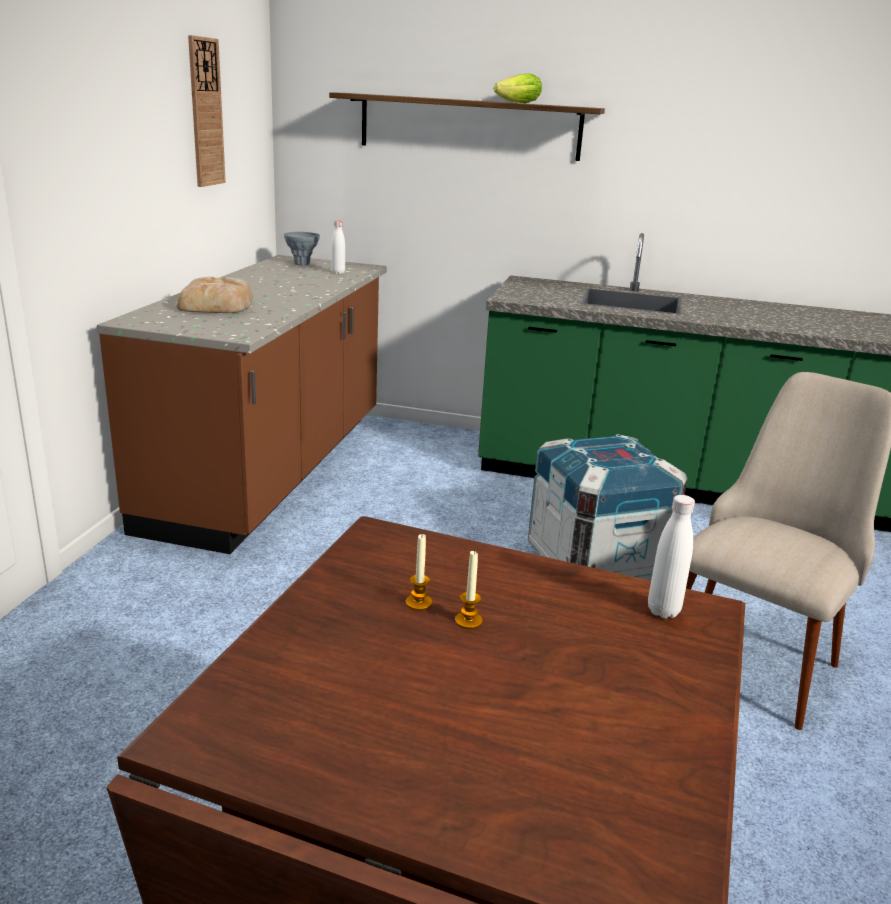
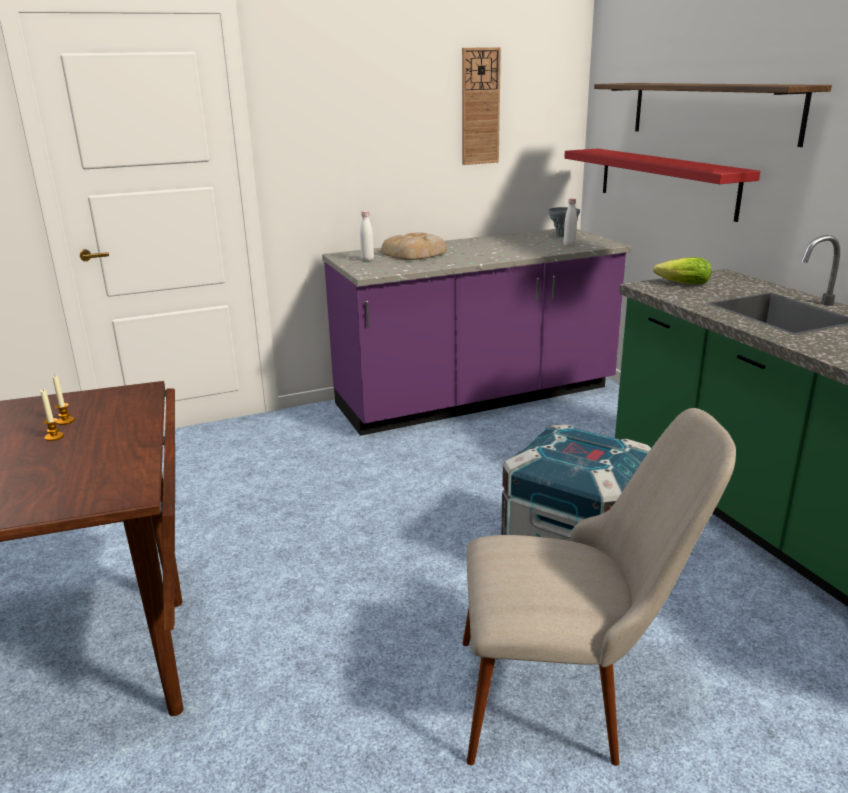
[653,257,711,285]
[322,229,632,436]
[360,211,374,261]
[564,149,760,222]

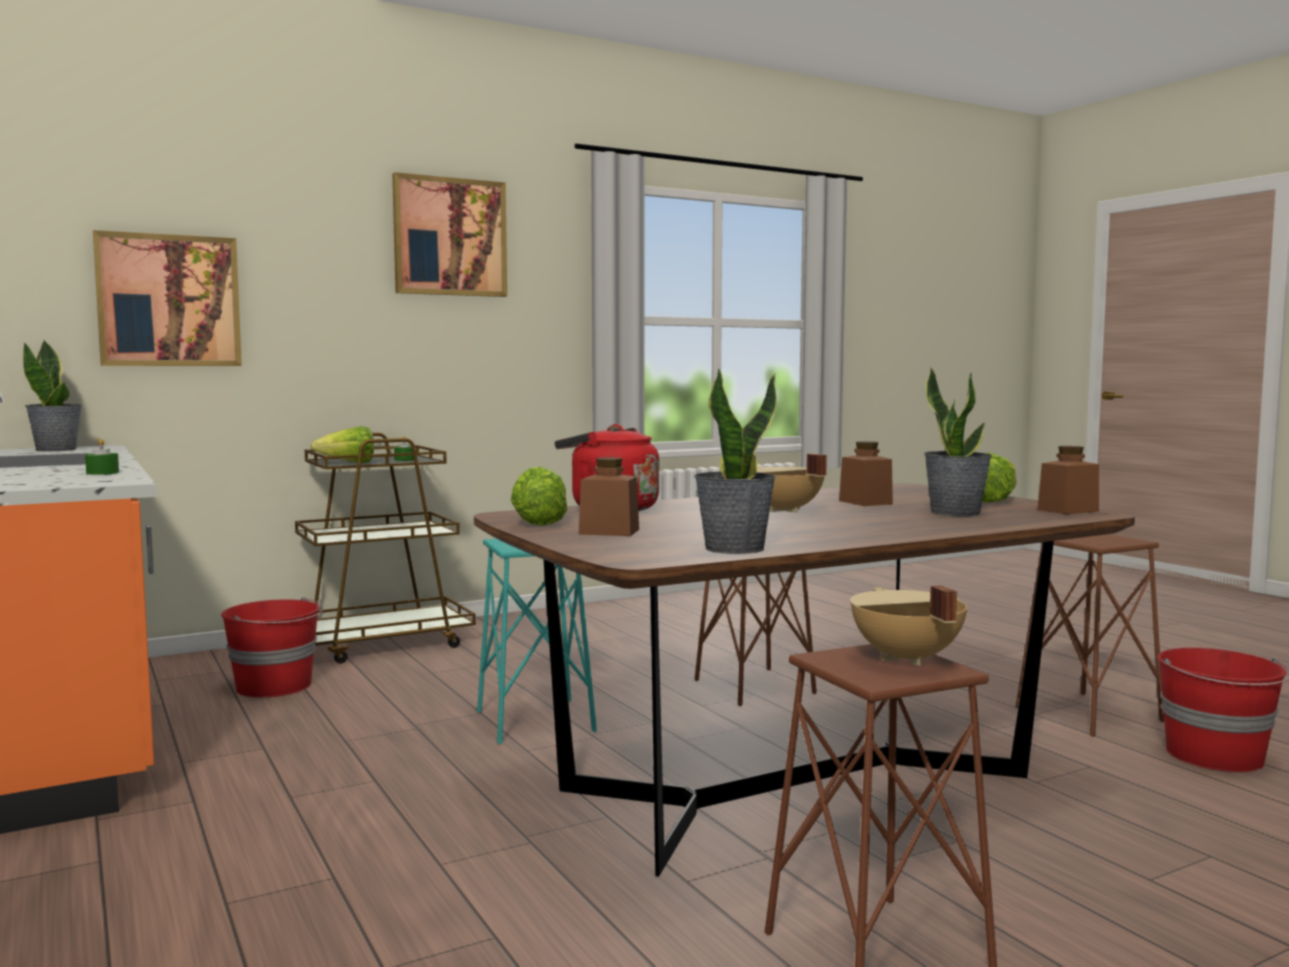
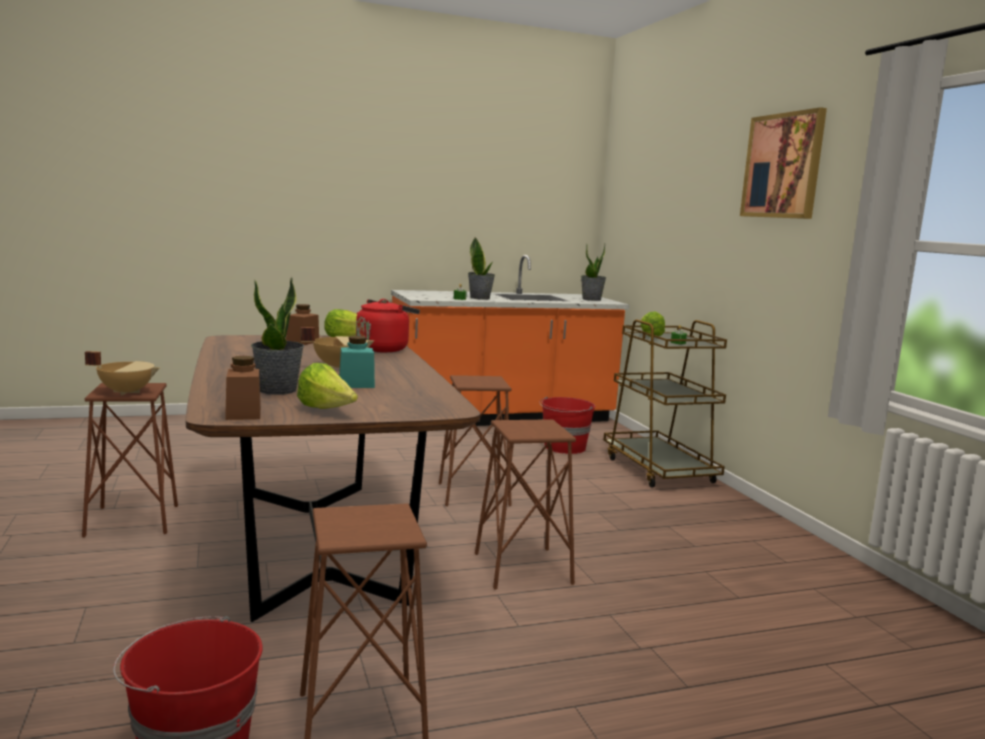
[93,230,242,366] (first image)
[468,237,495,300]
[339,336,375,388]
[439,375,512,506]

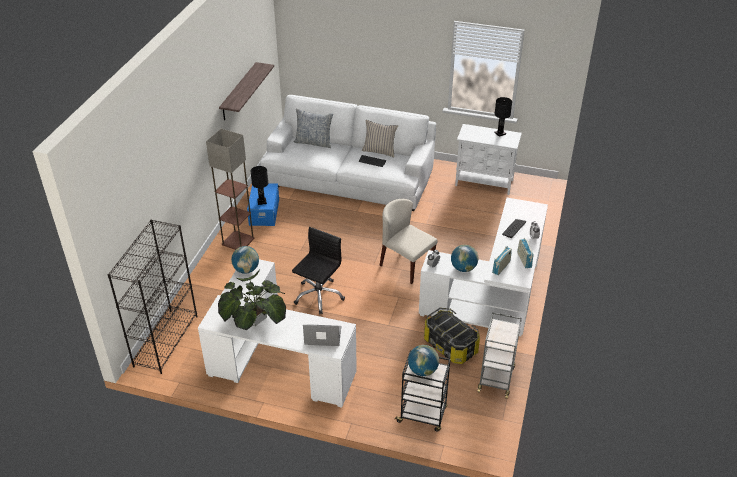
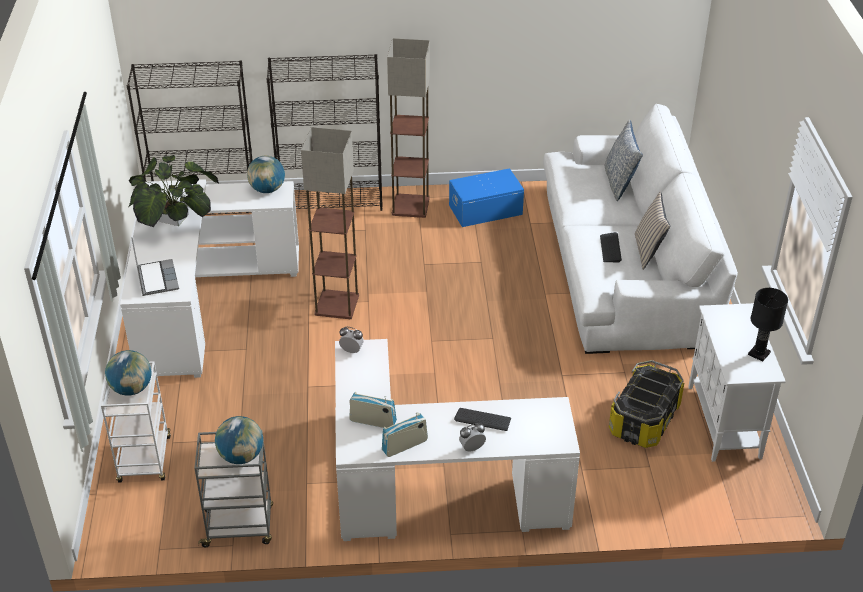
[219,62,274,120] (first image)
[250,166,268,205] (first image)
[379,199,437,284] (first image)
[301,127,359,319]
[215,416,263,464]
[609,360,684,448]
[101,361,171,483]
[266,54,383,211]

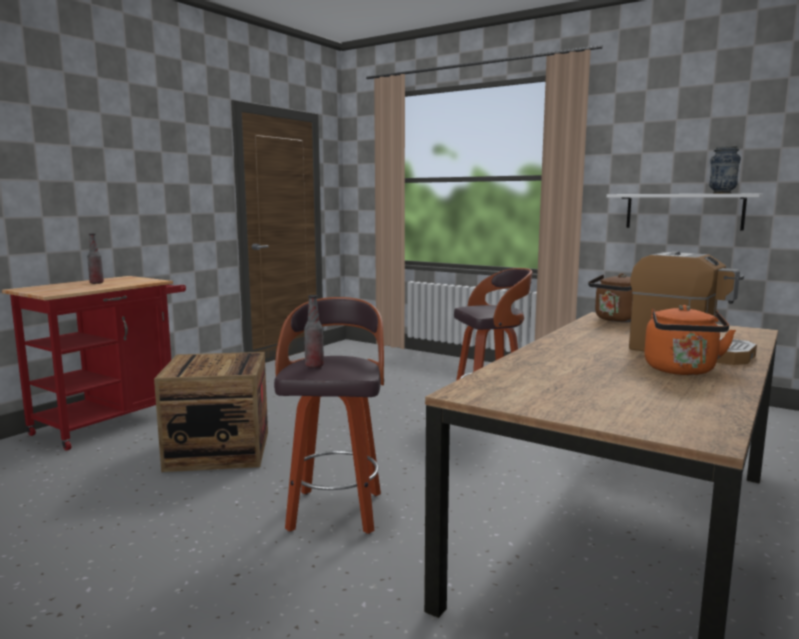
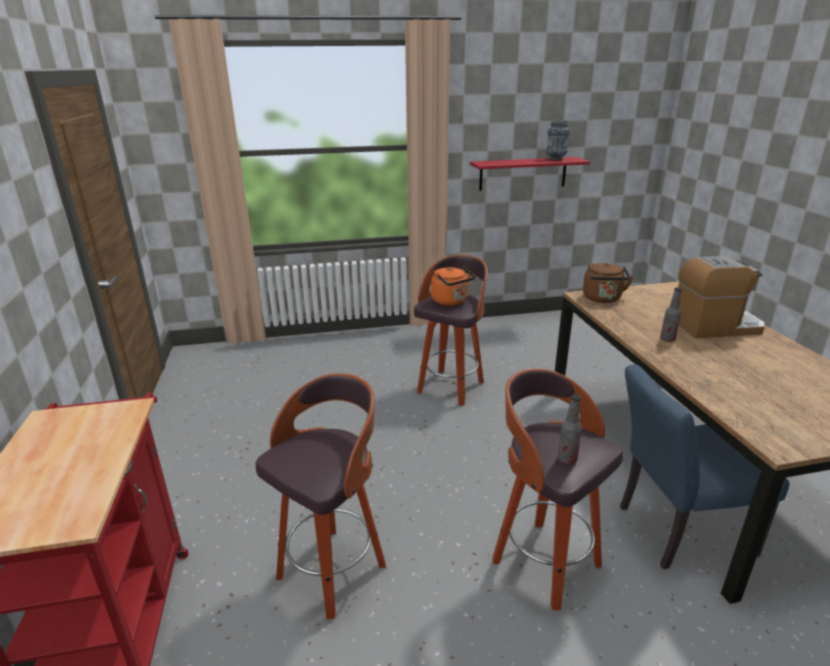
[470,157,590,191]
[660,287,682,342]
[431,266,475,306]
[256,373,386,619]
[620,364,790,569]

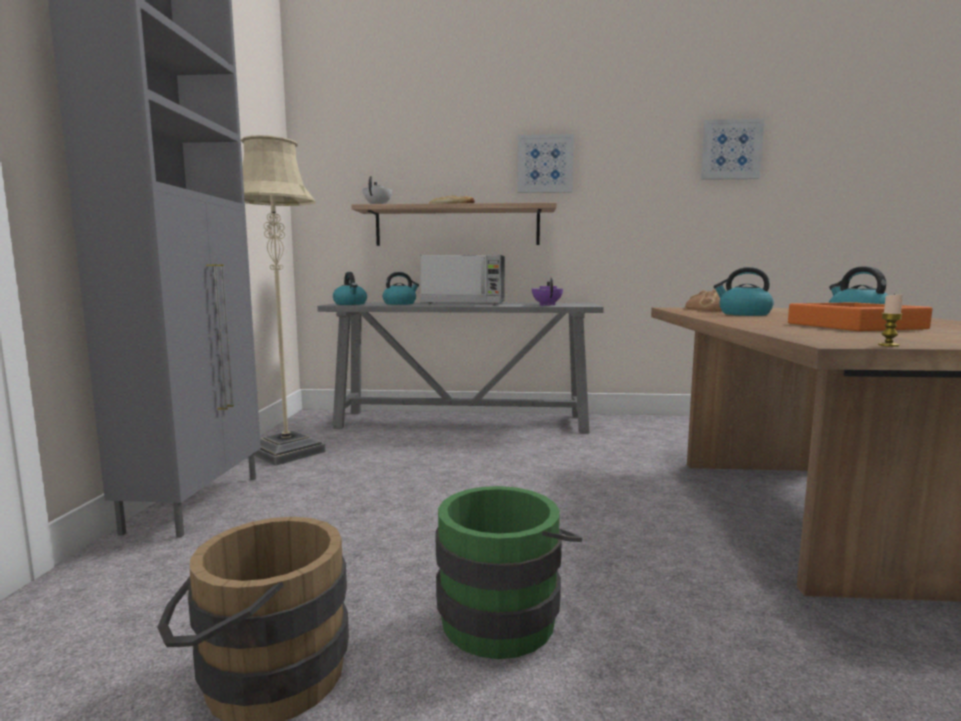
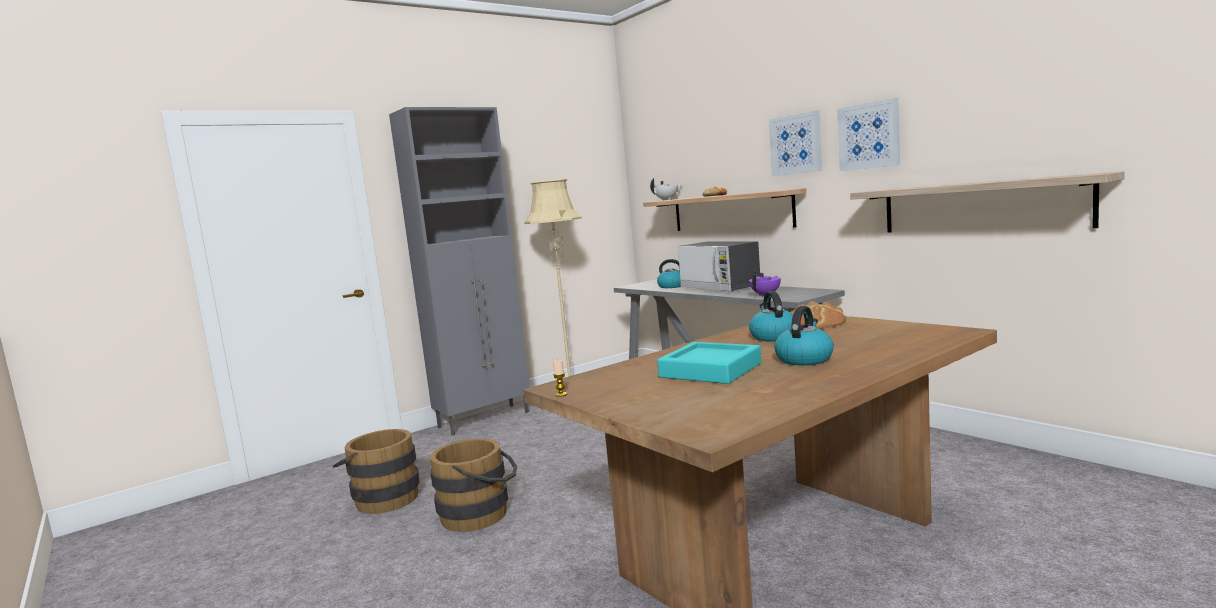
[837,98,900,171]
[333,272,367,305] (first image)
[657,342,761,384]
[430,438,517,532]
[850,171,1125,232]

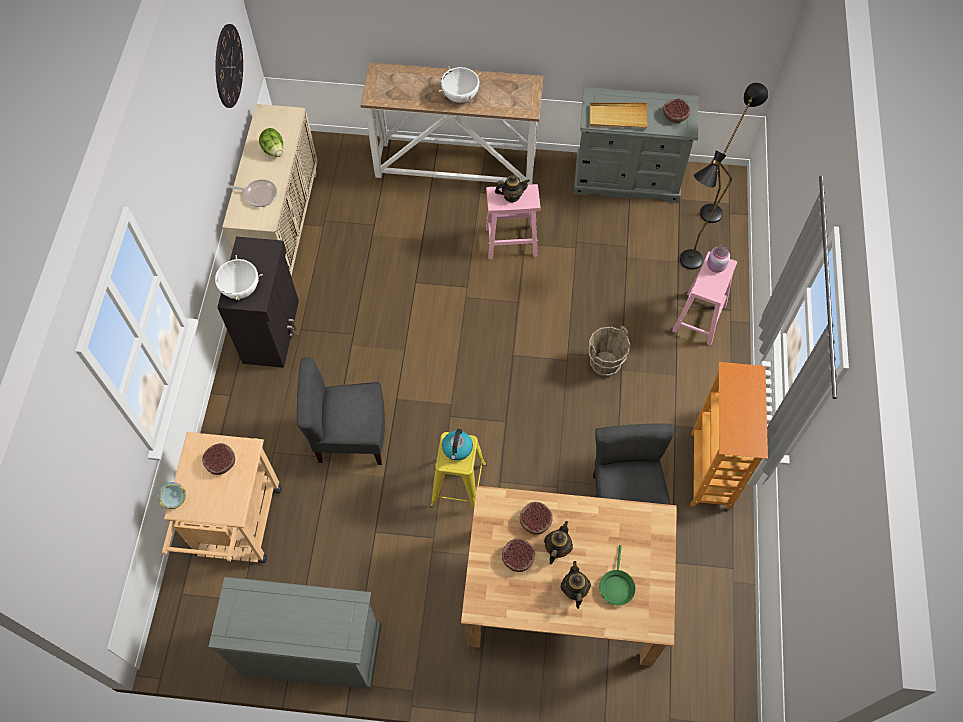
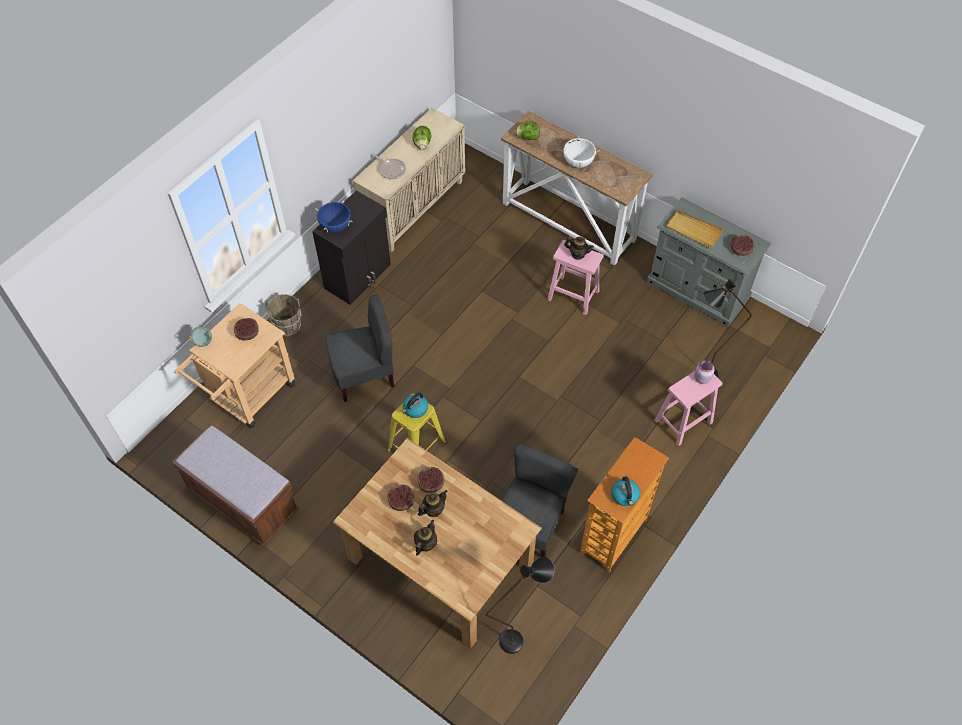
[215,24,243,108] (first image)
[486,557,554,654]
[315,200,352,233]
[265,294,301,337]
[326,295,394,402]
[599,545,635,605] (first image)
[172,425,299,546]
[515,121,540,140]
[611,476,640,506]

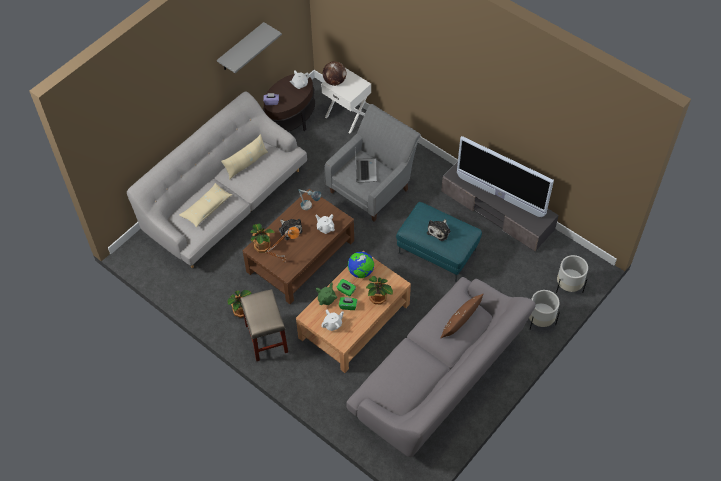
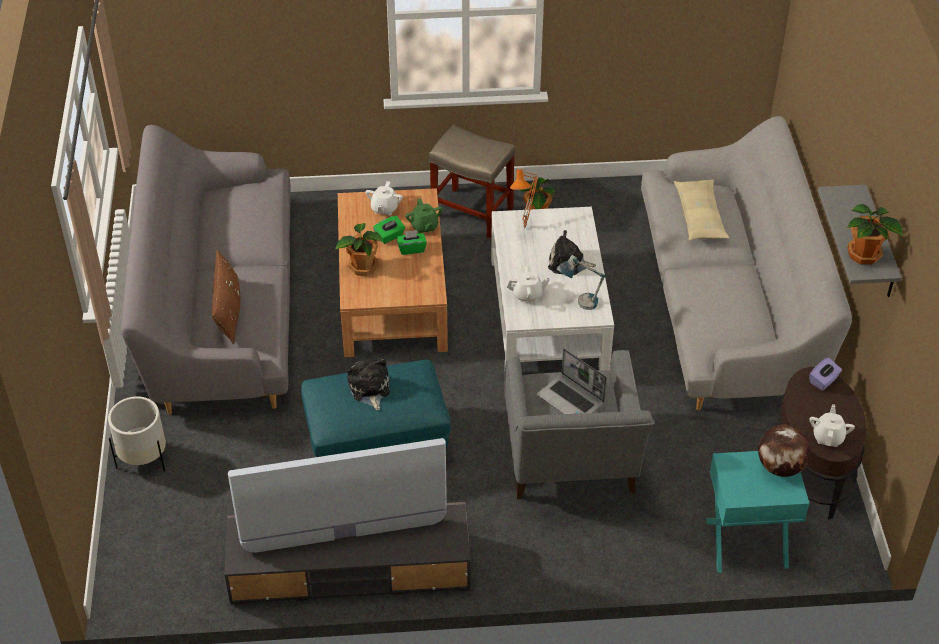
[706,451,809,573]
[221,134,268,180] (first image)
[491,207,614,371]
[847,204,903,265]
[347,252,374,278] (first image)
[556,255,588,293] (first image)

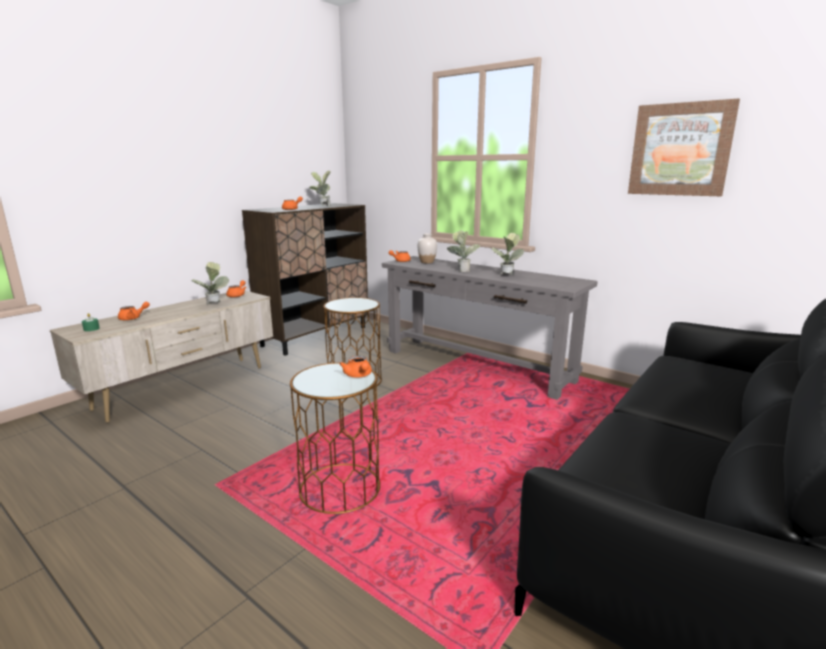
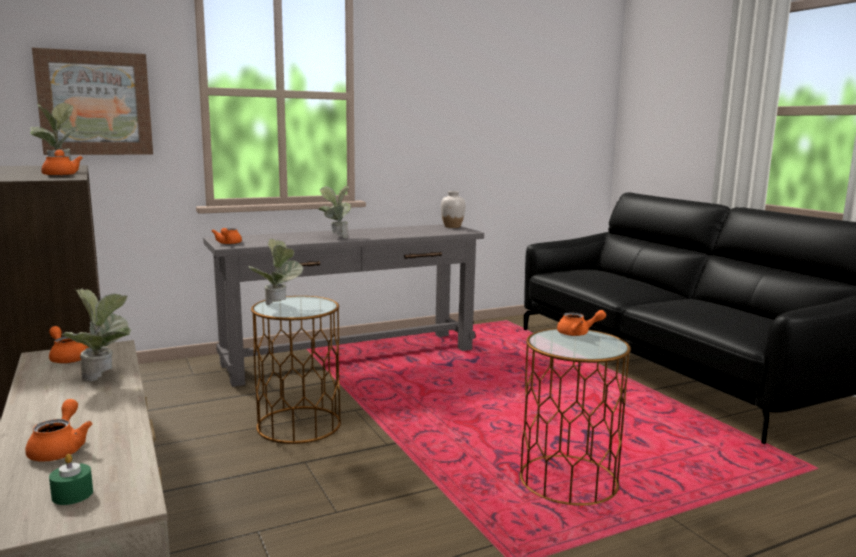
[32,48,153,155]
[441,191,465,228]
[248,239,303,306]

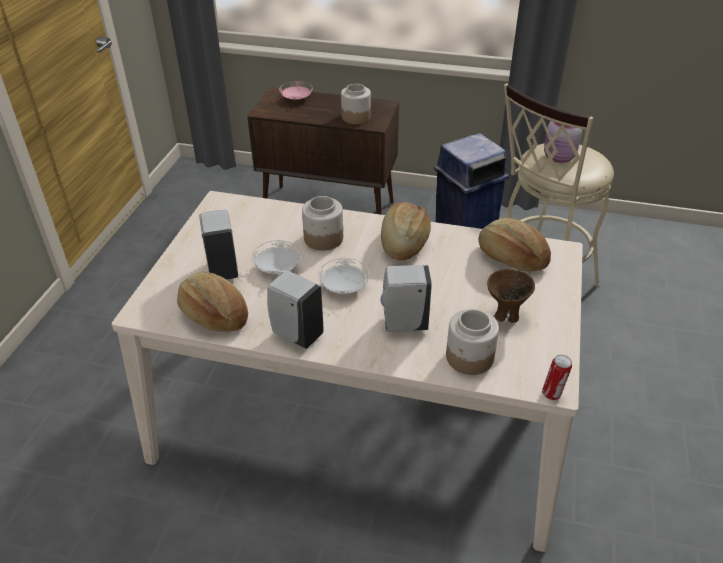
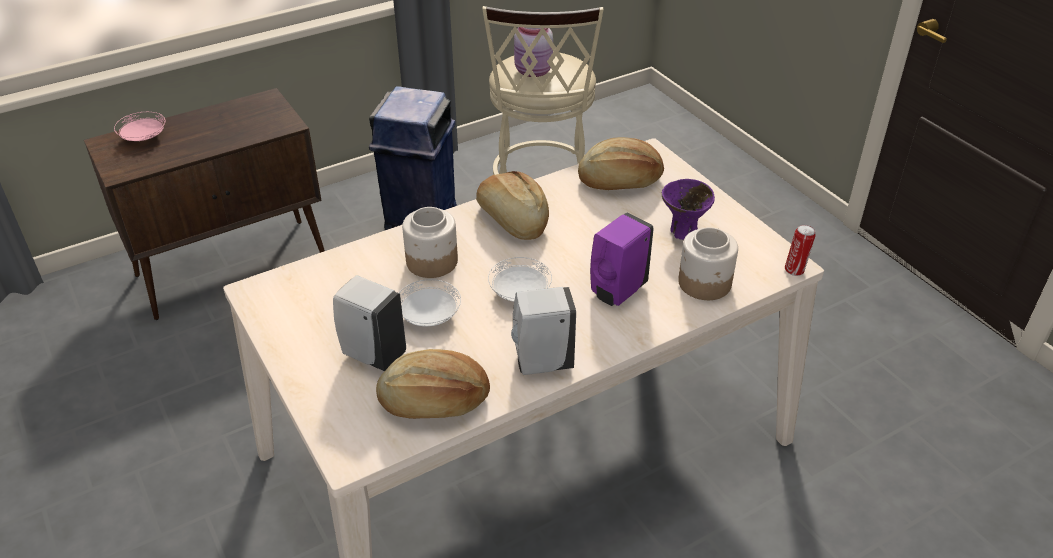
[341,84,371,124] (first image)
[590,213,654,306]
[662,179,715,240]

